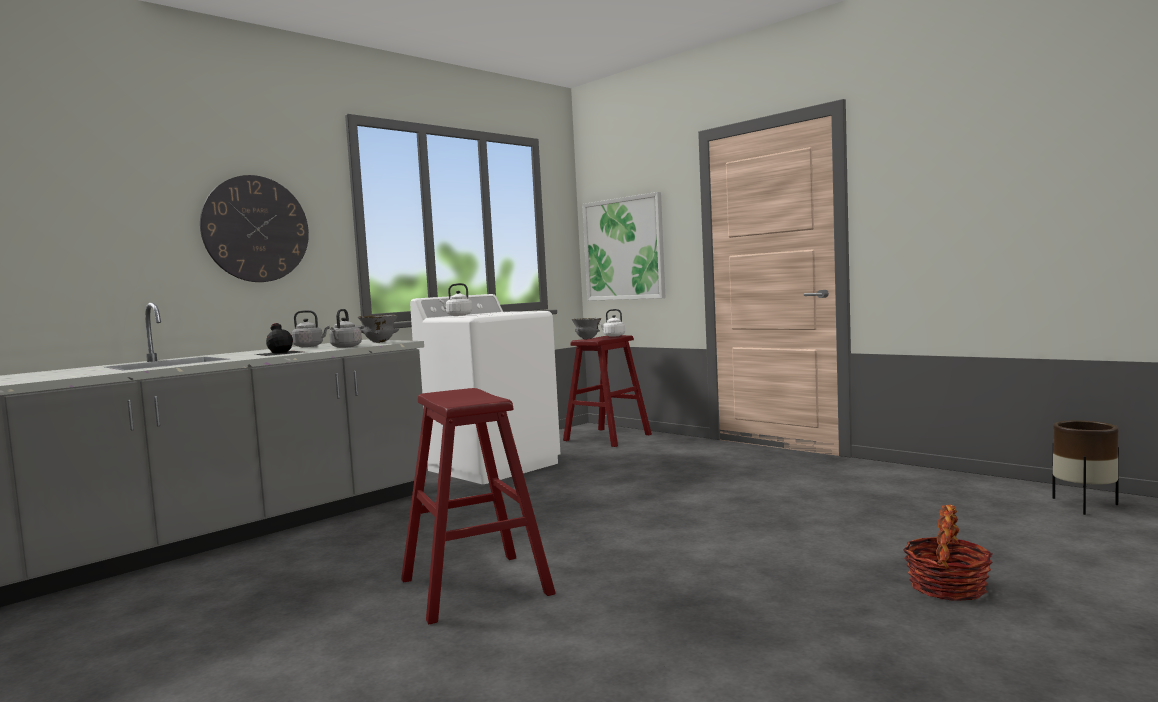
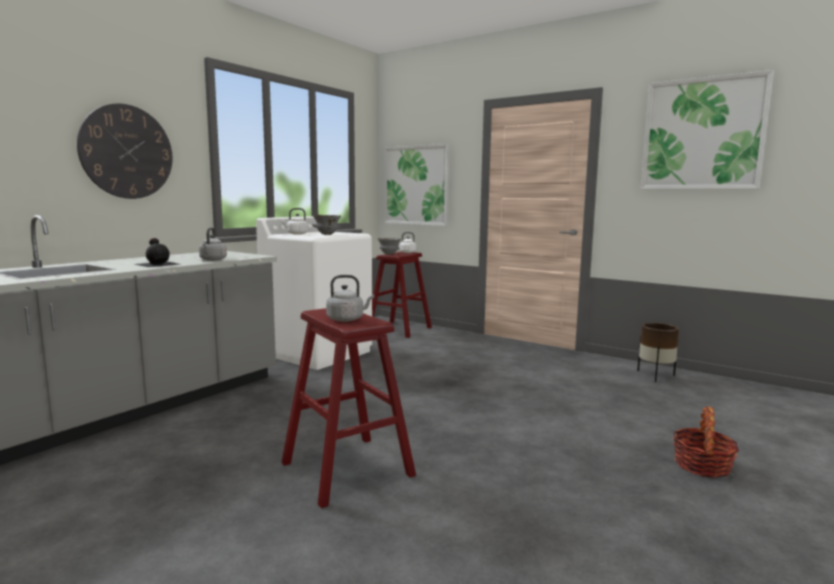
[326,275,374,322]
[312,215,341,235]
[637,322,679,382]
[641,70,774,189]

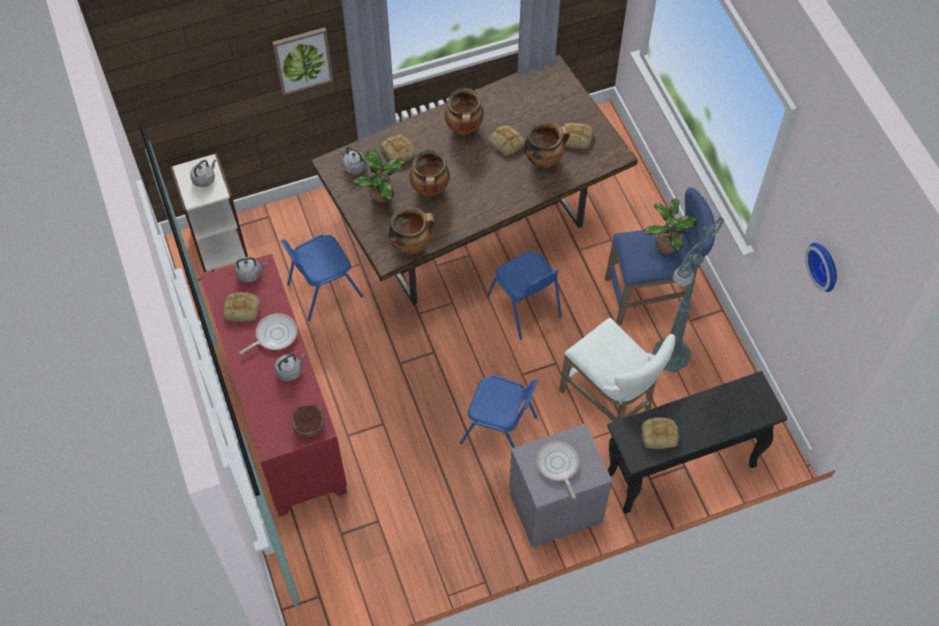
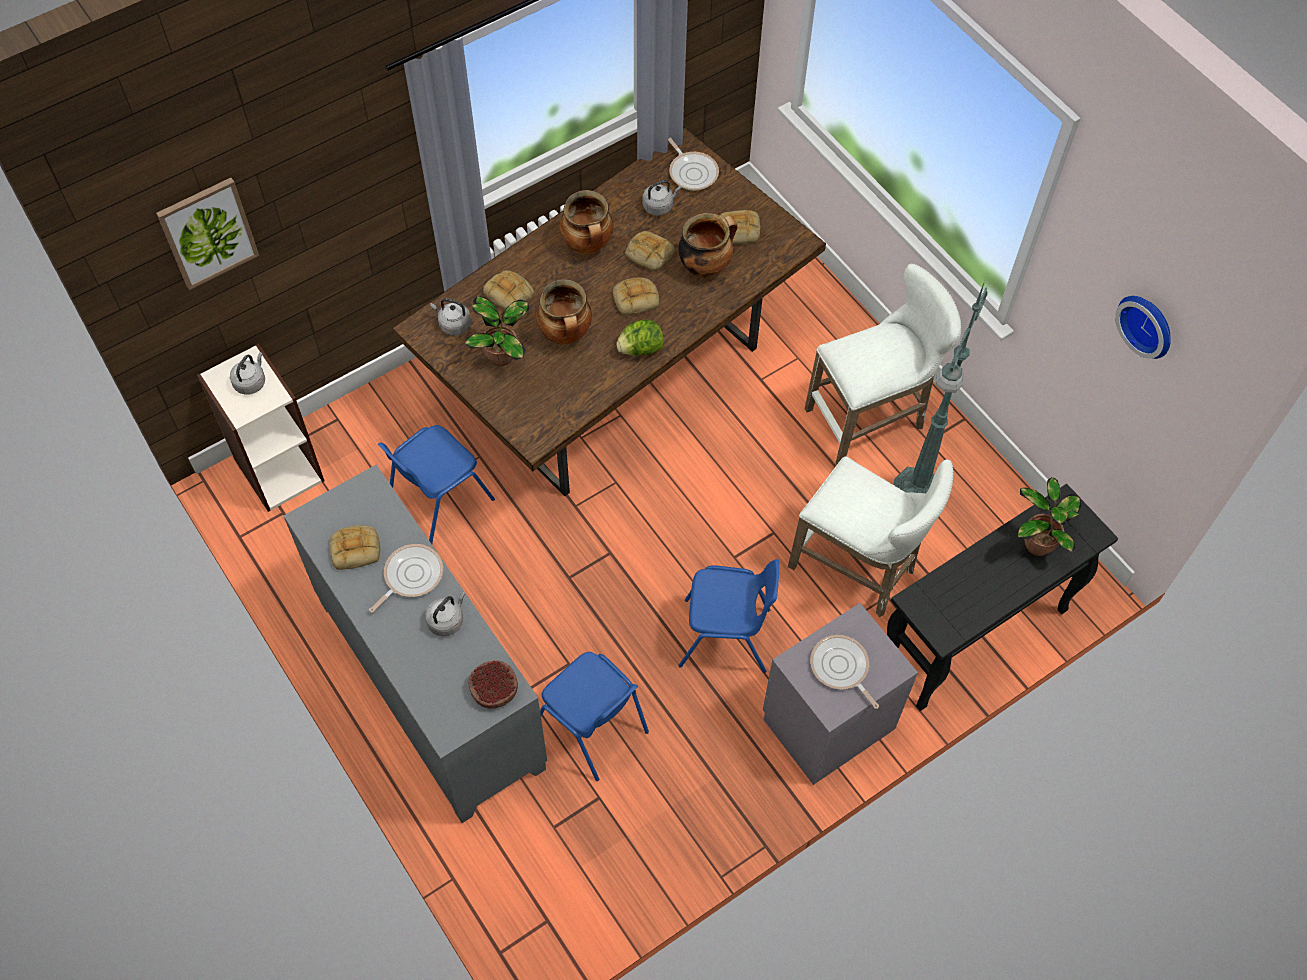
[156,178,259,290]
[805,263,961,465]
[1016,477,1081,556]
[389,207,435,254] (first image)
[540,652,649,781]
[284,465,547,823]
[643,180,681,216]
[613,278,659,315]
[668,138,719,191]
[616,319,664,356]

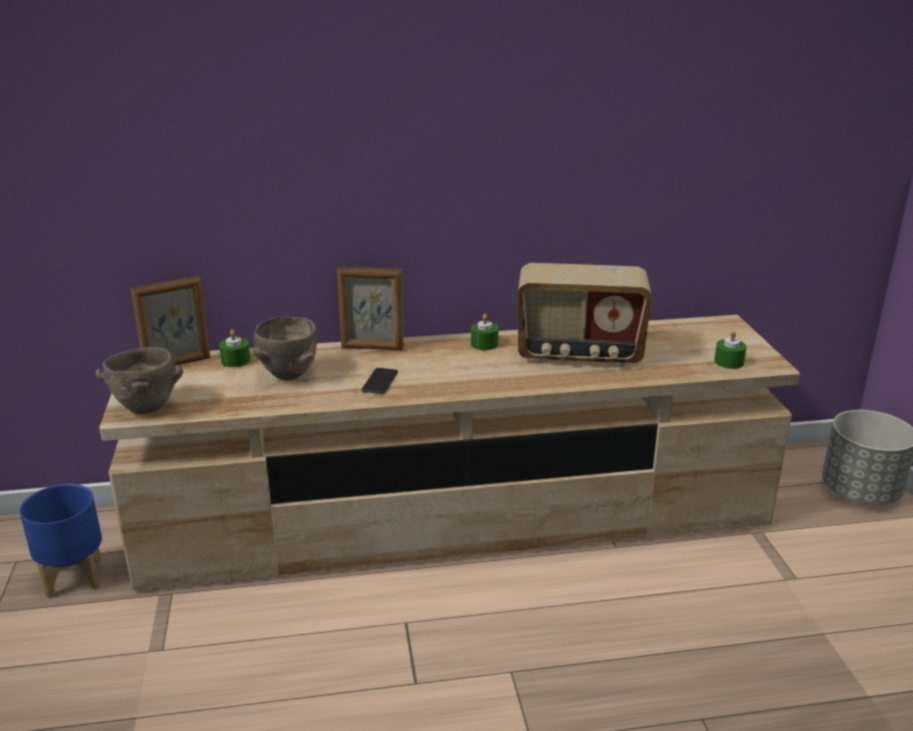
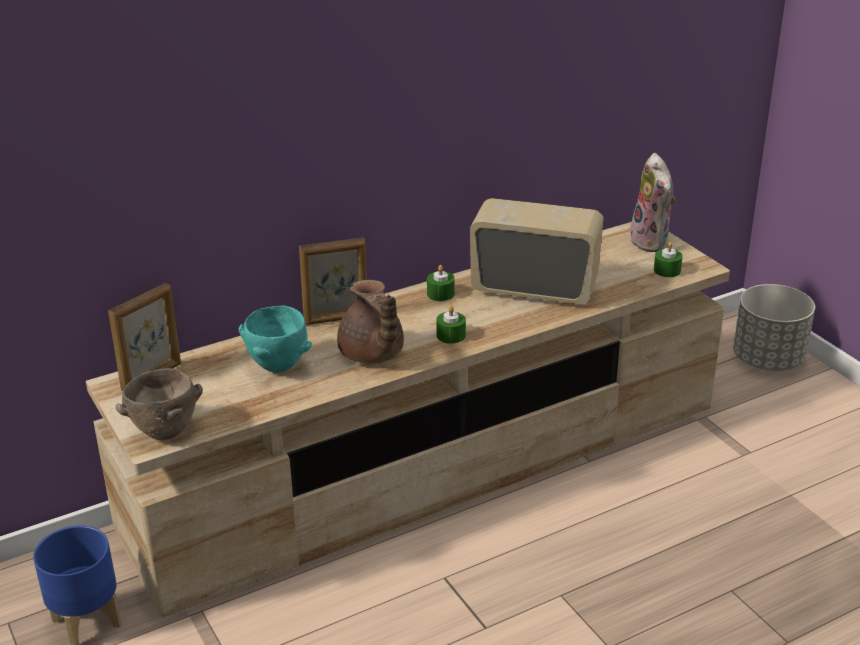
[470,198,604,304]
[239,305,312,373]
[436,305,466,344]
[337,280,404,363]
[630,153,676,252]

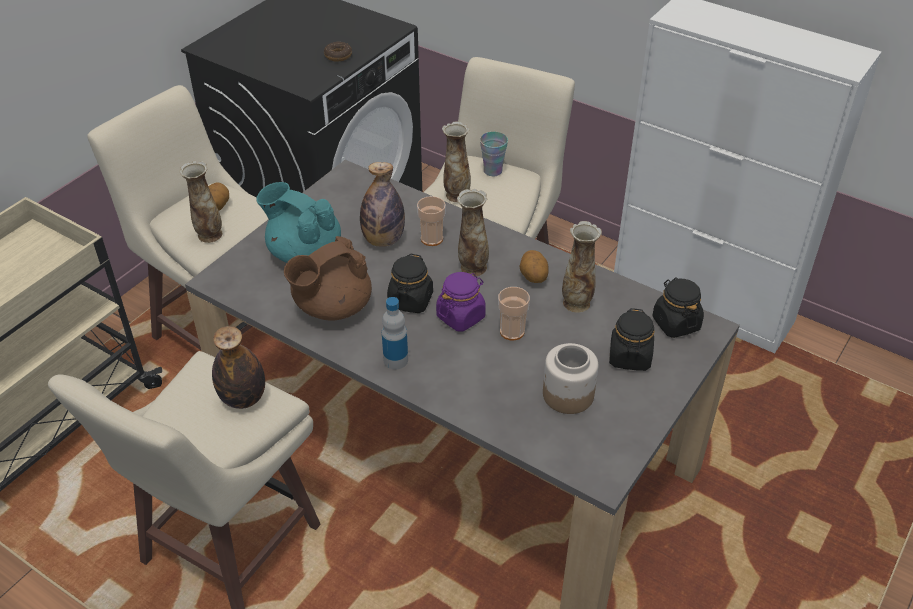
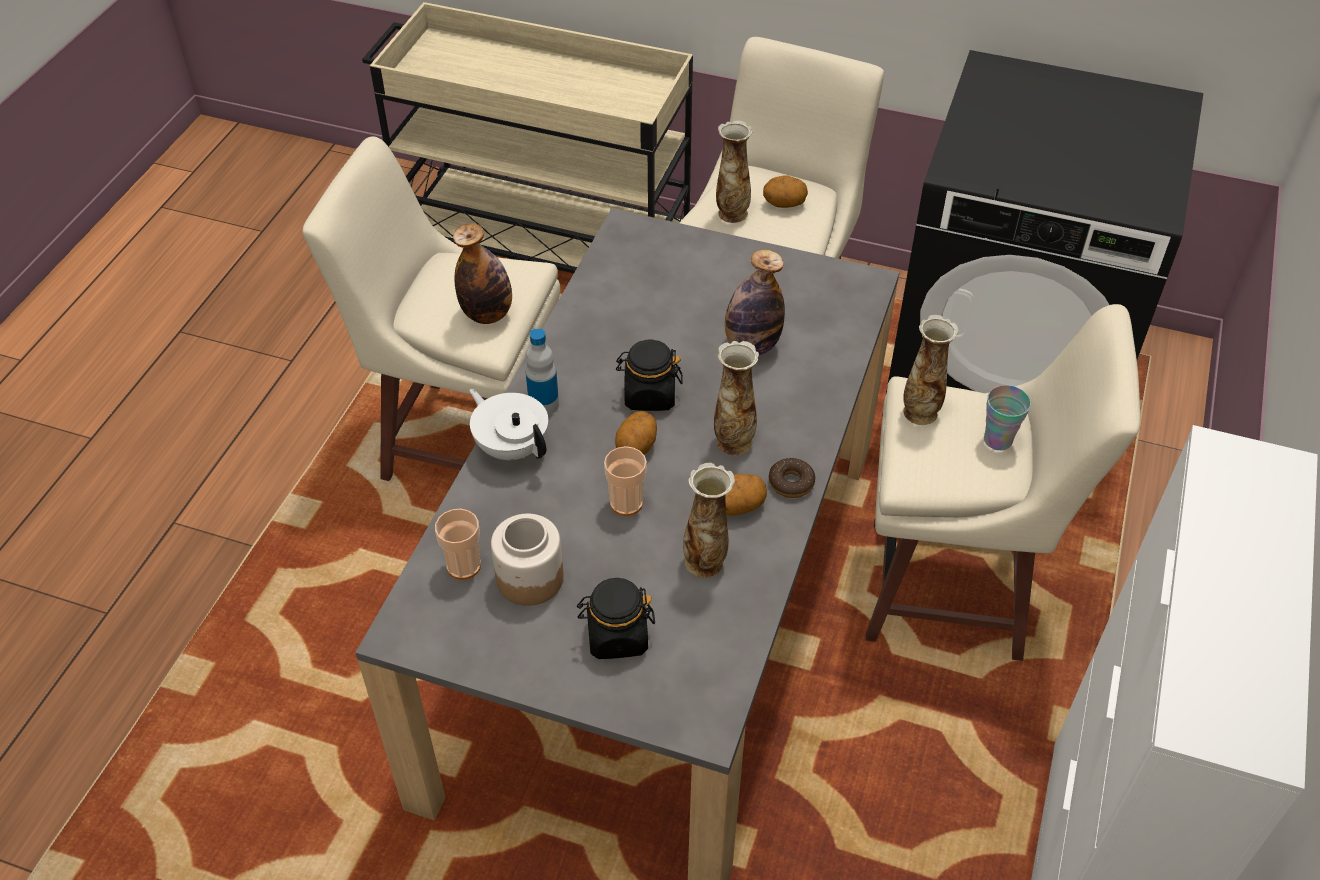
[769,458,816,498]
[256,182,341,263] (first image)
[435,509,481,580]
[284,236,372,321] (first image)
[615,411,657,455]
[652,277,704,338] (first image)
[469,389,548,460]

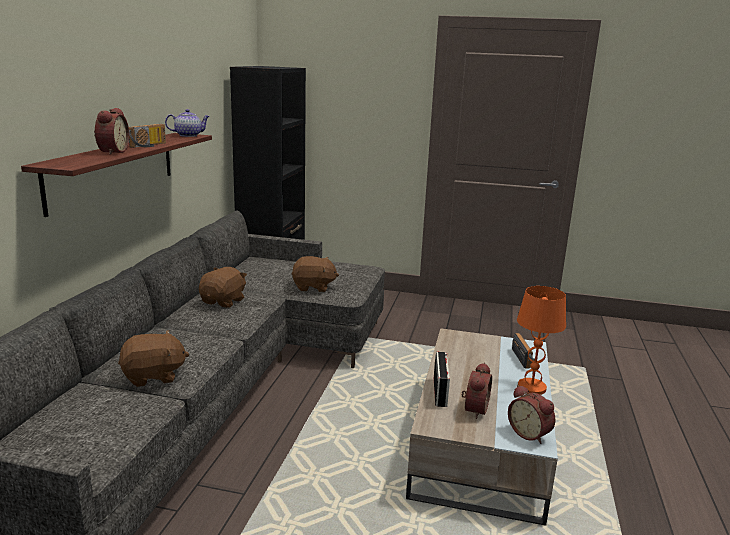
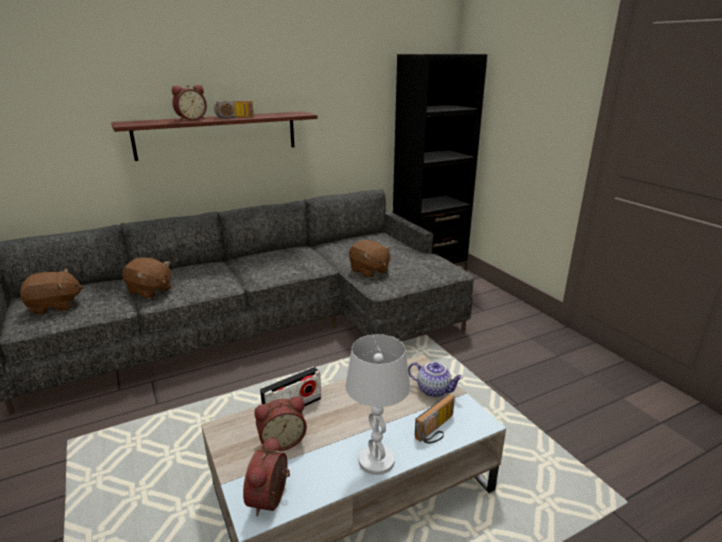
[408,362,463,397]
[20,269,83,314]
[346,334,410,475]

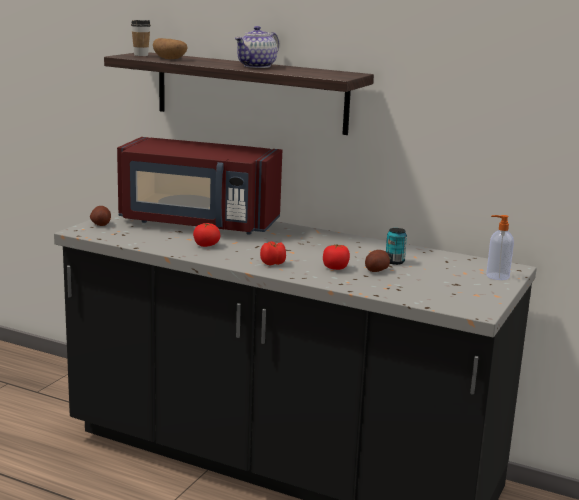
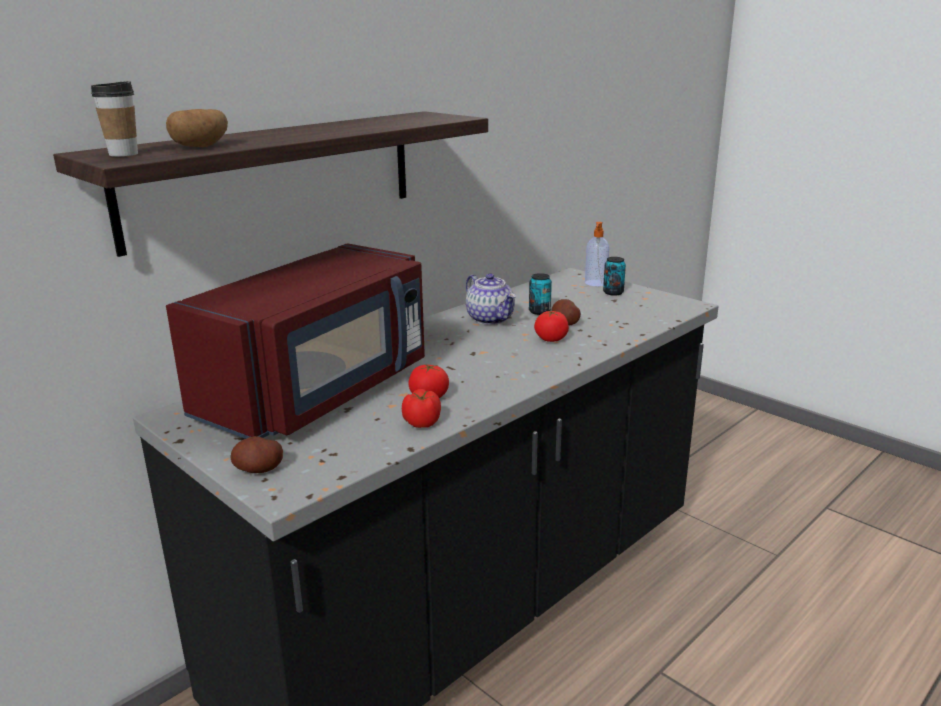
[466,273,516,325]
[402,389,441,428]
[603,257,626,296]

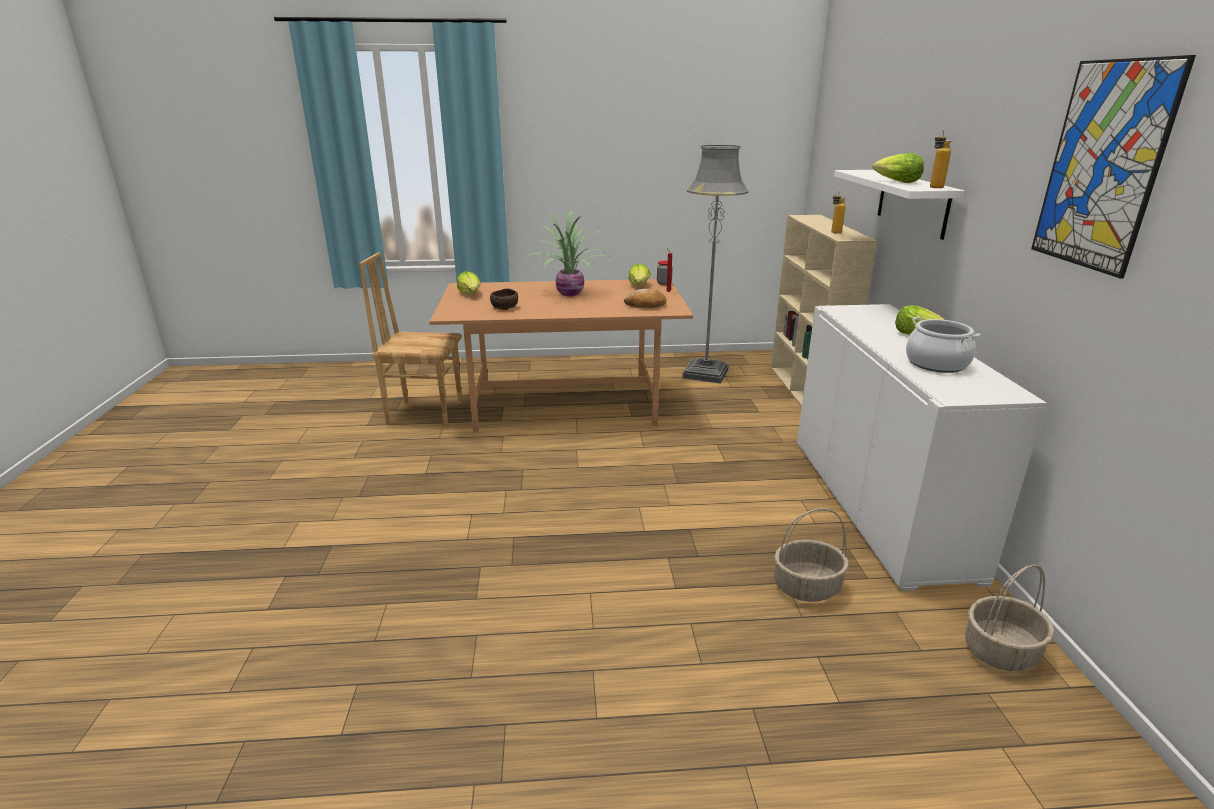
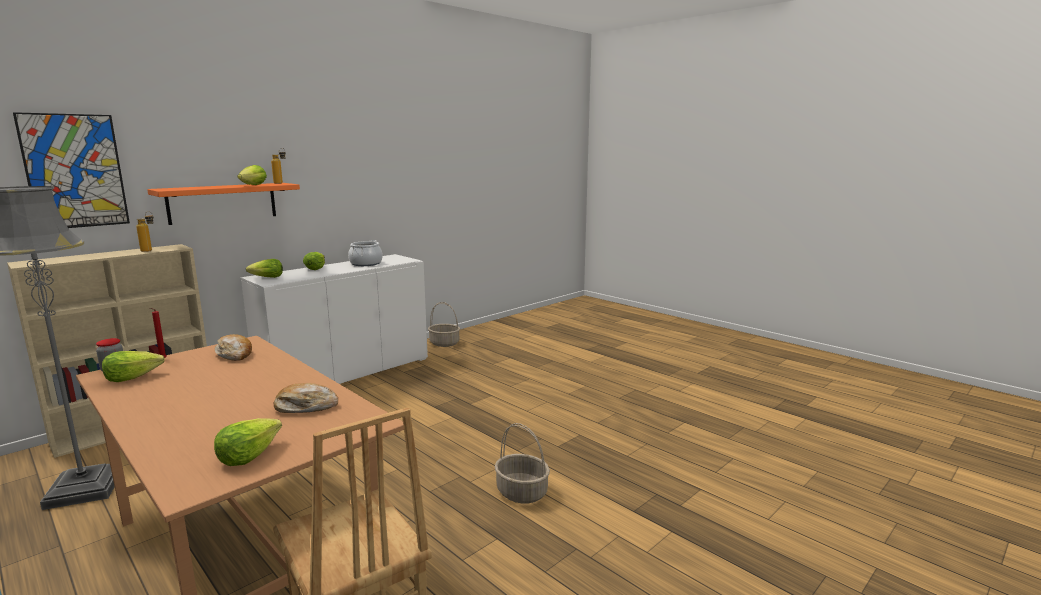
[13,112,130,228]
[147,183,300,225]
[524,211,606,296] (first image)
[273,383,338,413]
[494,423,550,503]
[246,259,283,278]

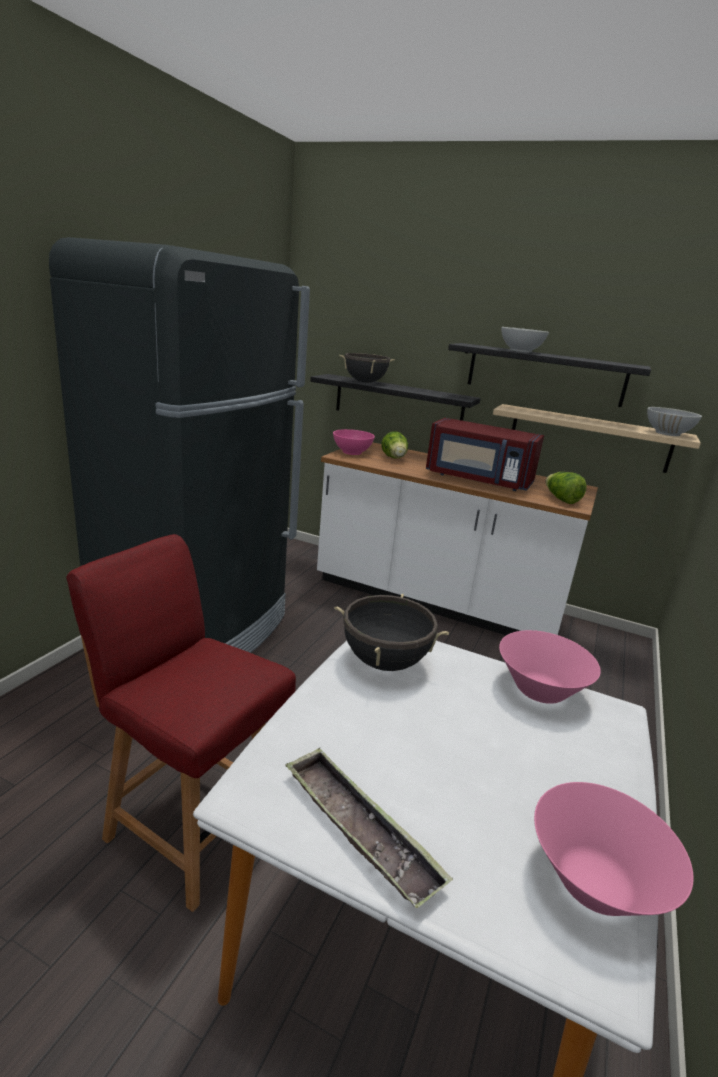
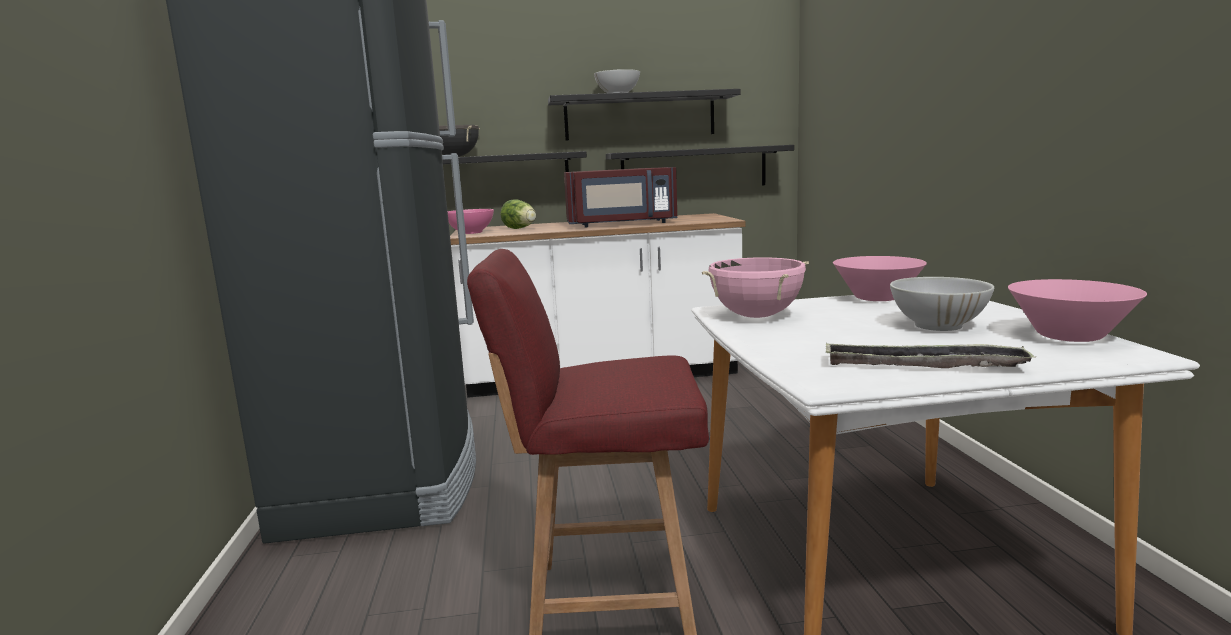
[606,145,794,185]
[890,277,994,331]
[545,472,587,504] (first image)
[702,258,809,318]

